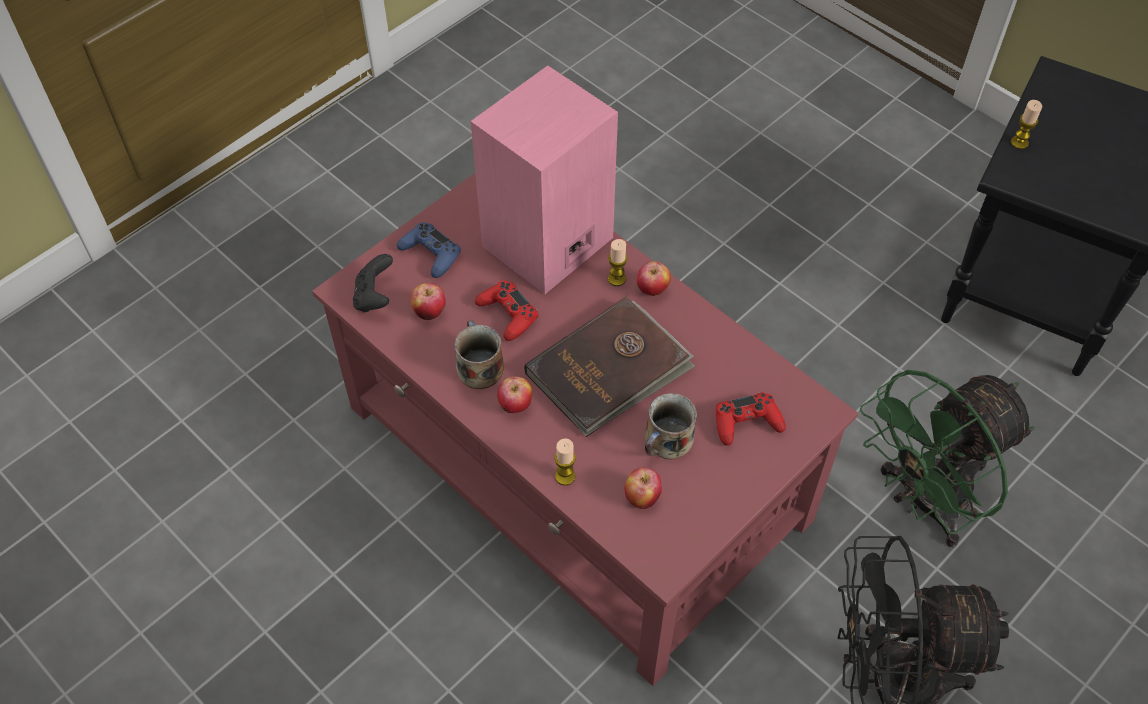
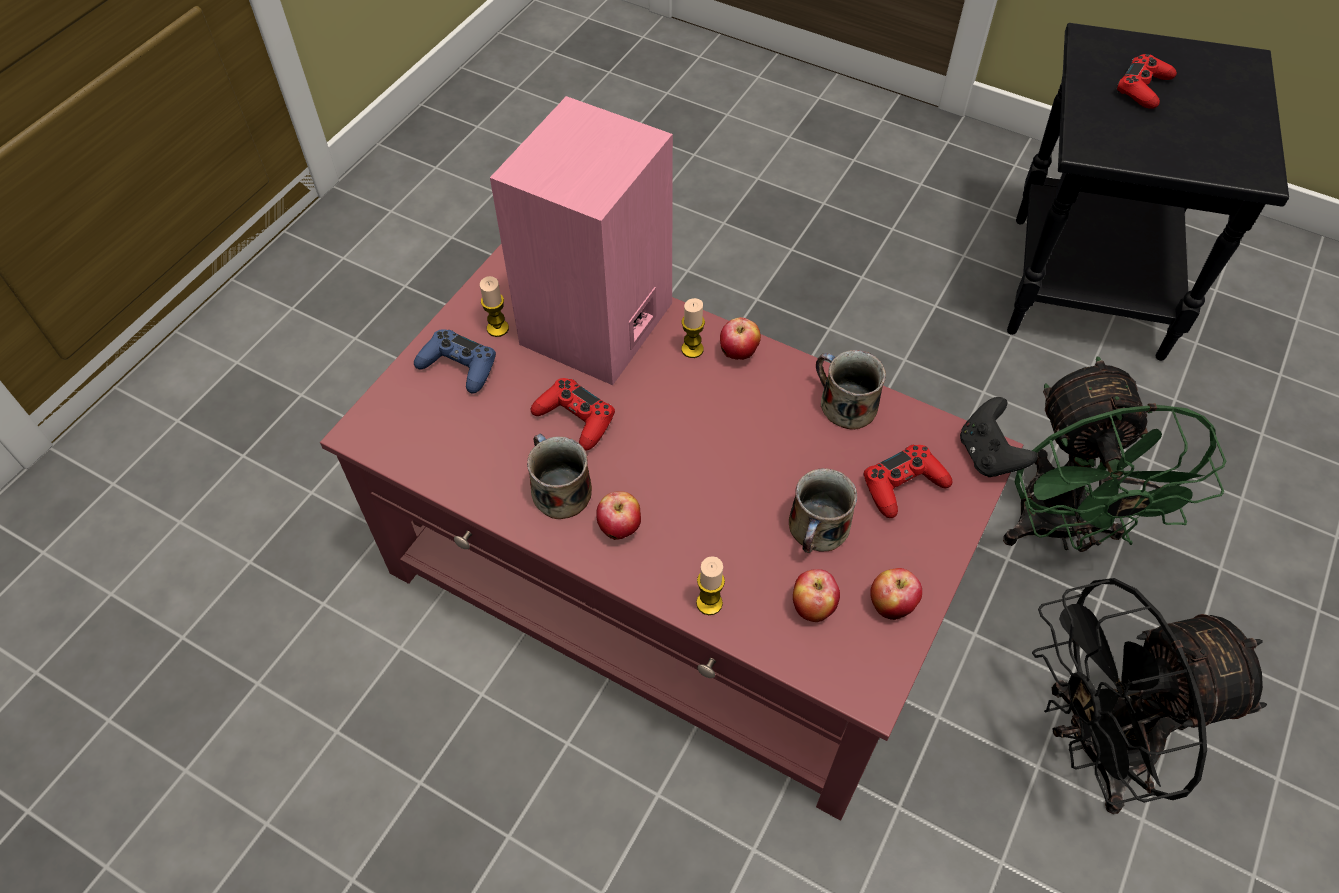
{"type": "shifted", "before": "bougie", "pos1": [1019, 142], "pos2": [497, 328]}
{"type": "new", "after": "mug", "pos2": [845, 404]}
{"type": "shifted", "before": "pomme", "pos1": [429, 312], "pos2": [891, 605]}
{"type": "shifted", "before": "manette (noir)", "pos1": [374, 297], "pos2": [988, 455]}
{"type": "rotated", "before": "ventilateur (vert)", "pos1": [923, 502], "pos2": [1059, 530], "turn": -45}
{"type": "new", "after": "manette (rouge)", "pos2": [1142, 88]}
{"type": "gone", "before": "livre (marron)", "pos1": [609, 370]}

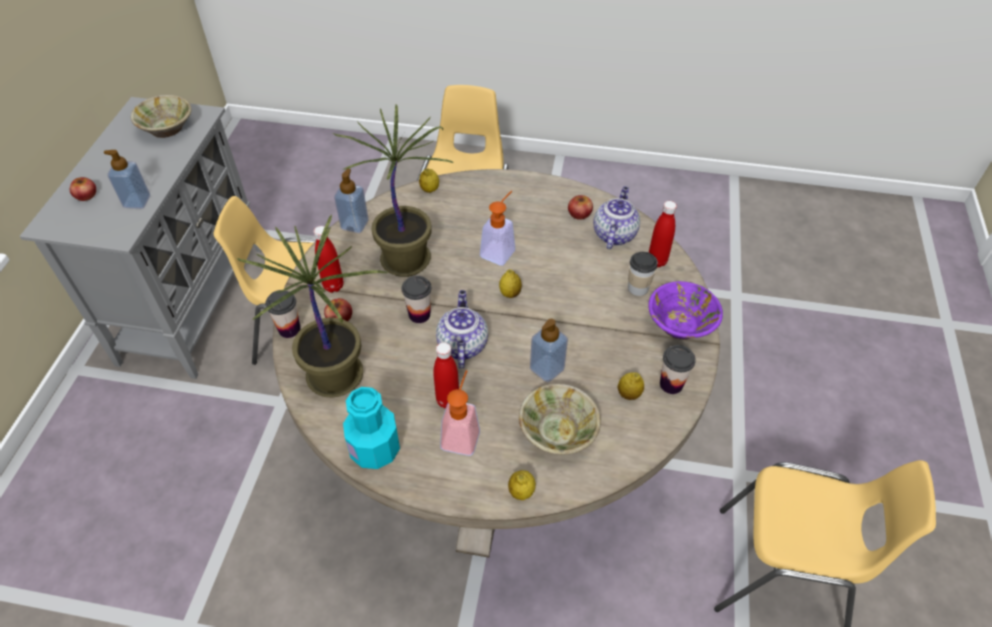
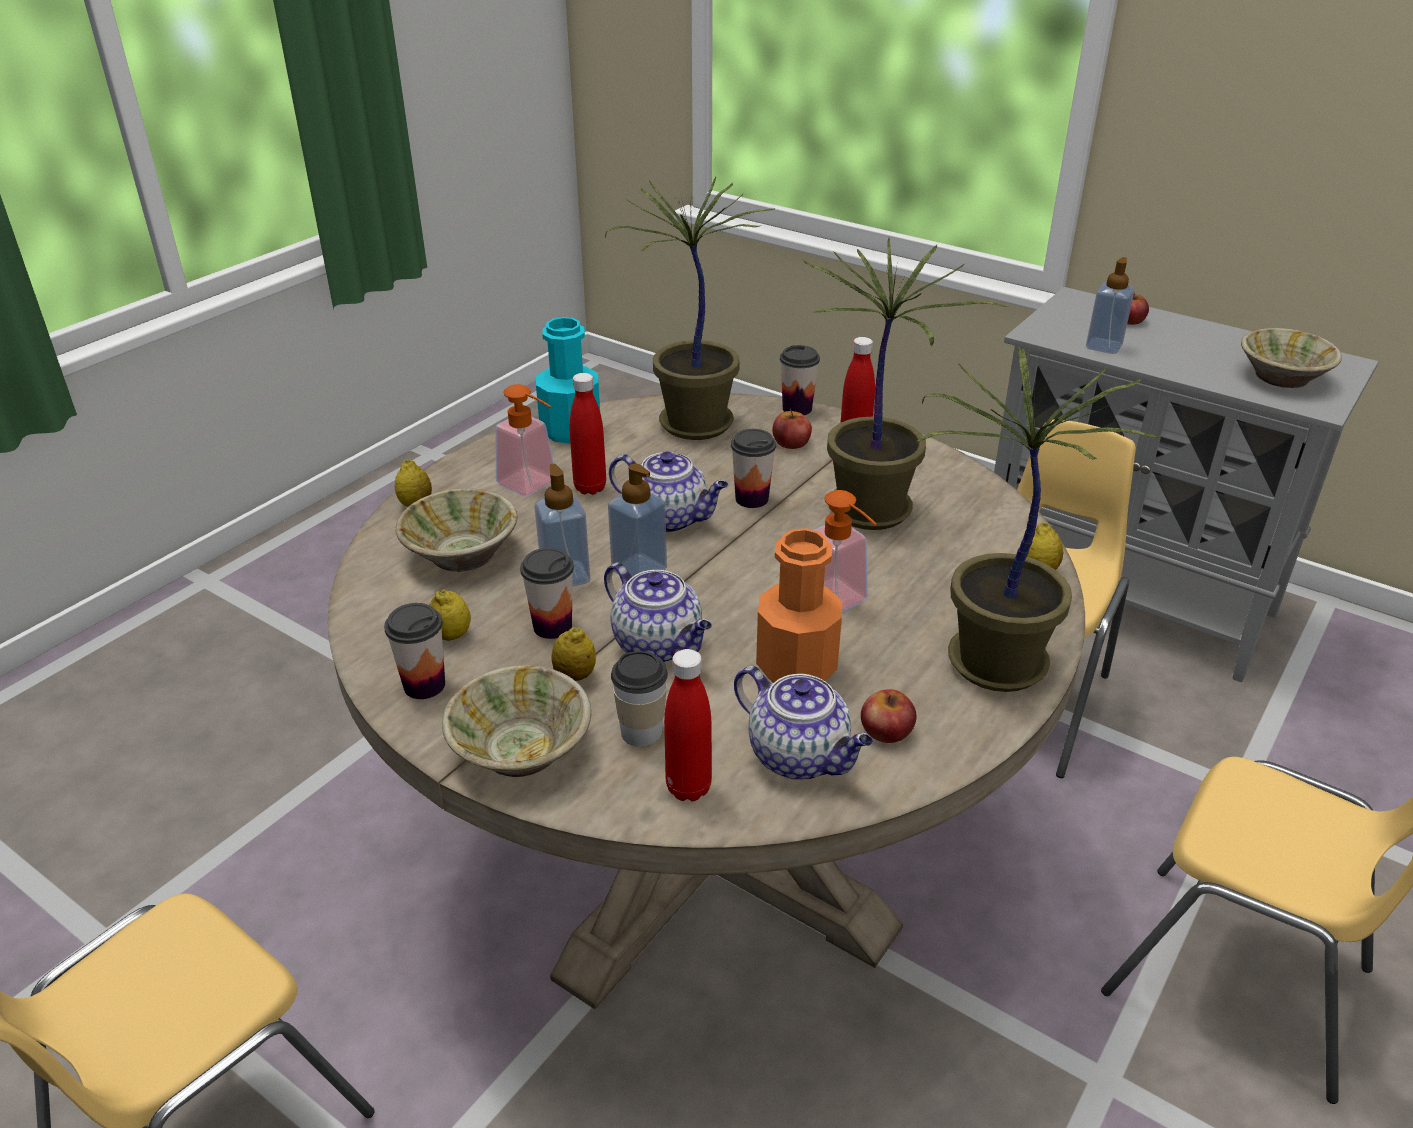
{"type": "repainted", "before": "bol (violet)", "after": "bol (beige)", "pos1": [681, 324], "pos2": [521, 751]}
{"type": "new", "after": "tasse", "pos2": [552, 626]}
{"type": "shifted", "before": "citron", "pos1": [510, 293], "pos2": [575, 675]}
{"type": "new", "after": "théière", "pos2": [659, 645]}
{"type": "shifted", "before": "distributeur de savon", "pos1": [354, 224], "pos2": [639, 570]}
{"type": "new", "after": "bouteille (orange)", "pos2": [796, 666]}
{"type": "new", "after": "plante en pot", "pos2": [992, 663]}

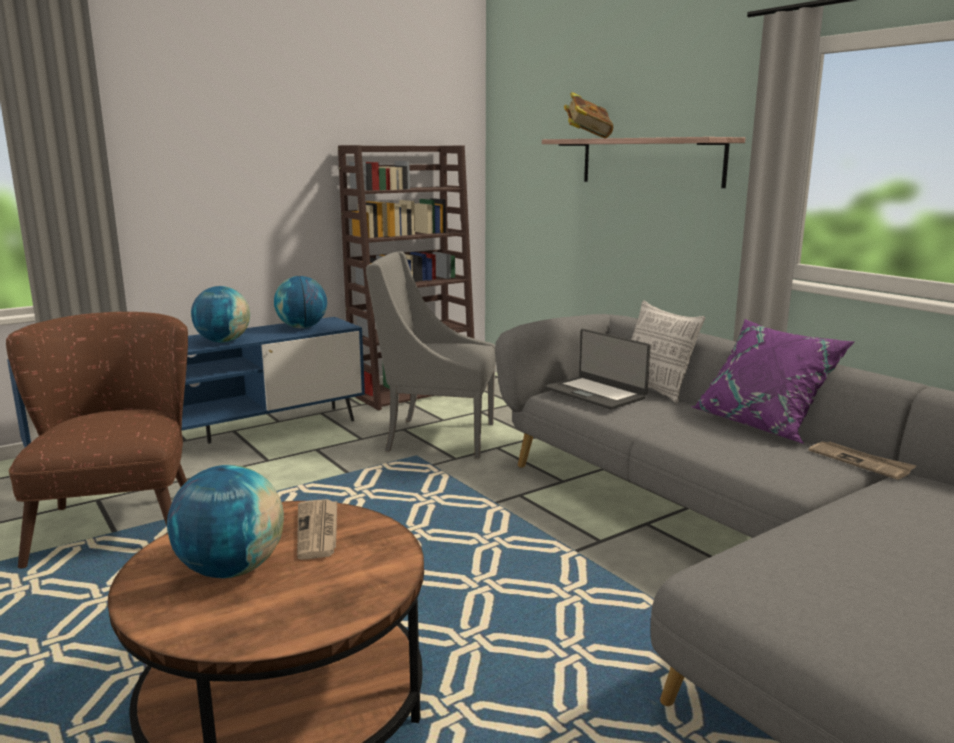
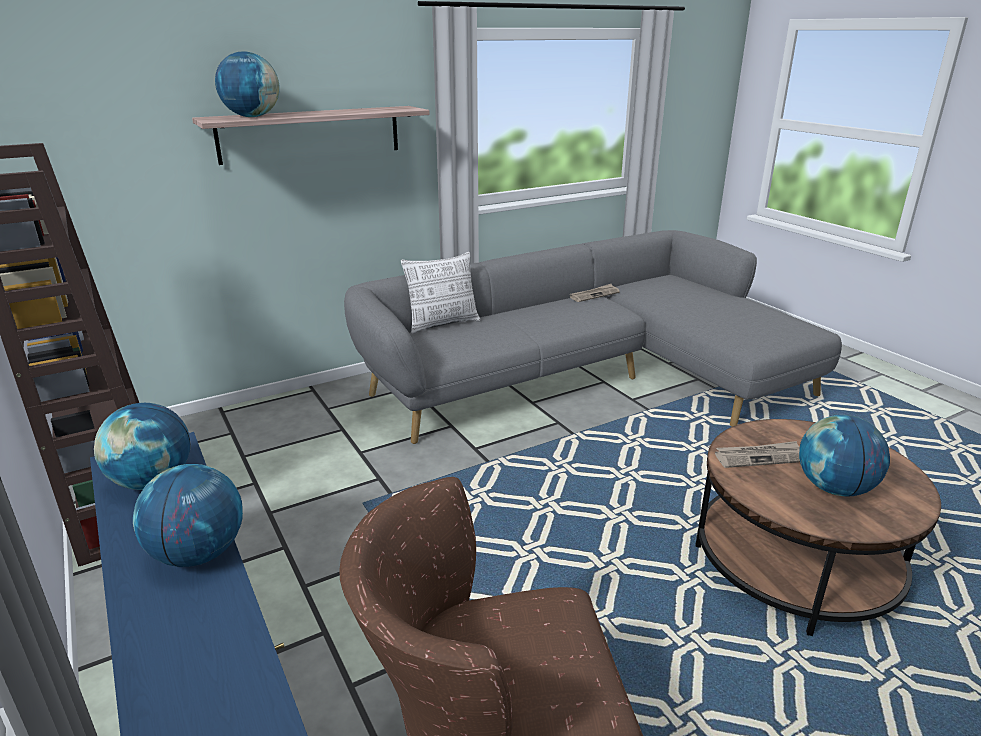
{"type": "swapped", "before": "livre", "after": "globe", "pos1": [587, 138], "pos2": [252, 117]}
{"type": "gone", "before": "fauteuil (gris)", "pos1": [436, 437]}
{"type": "gone", "before": "ordinateur portable", "pos1": [596, 393]}
{"type": "gone", "before": "coussin (violet)", "pos1": [763, 424]}

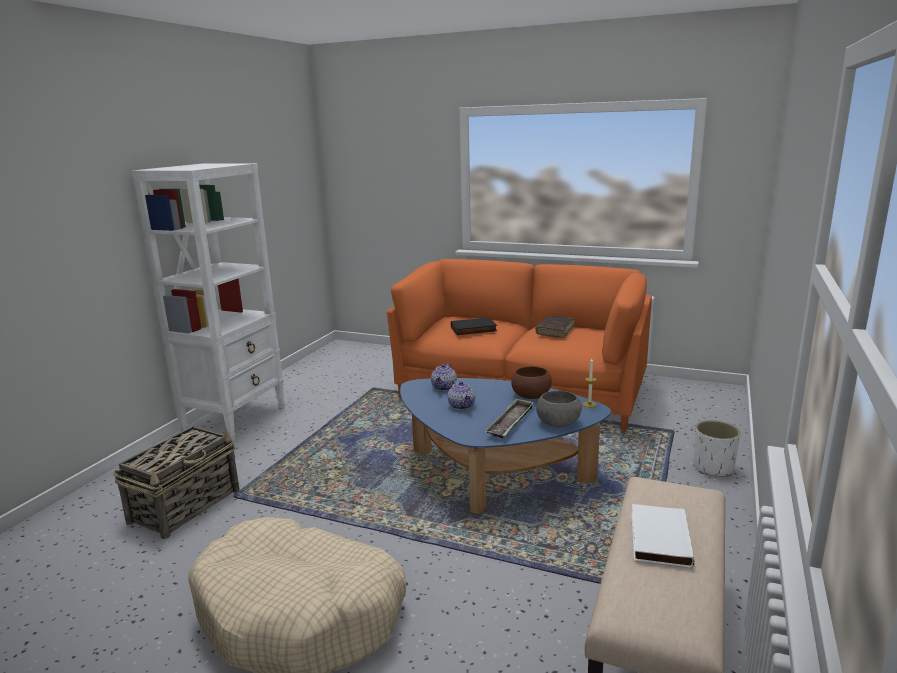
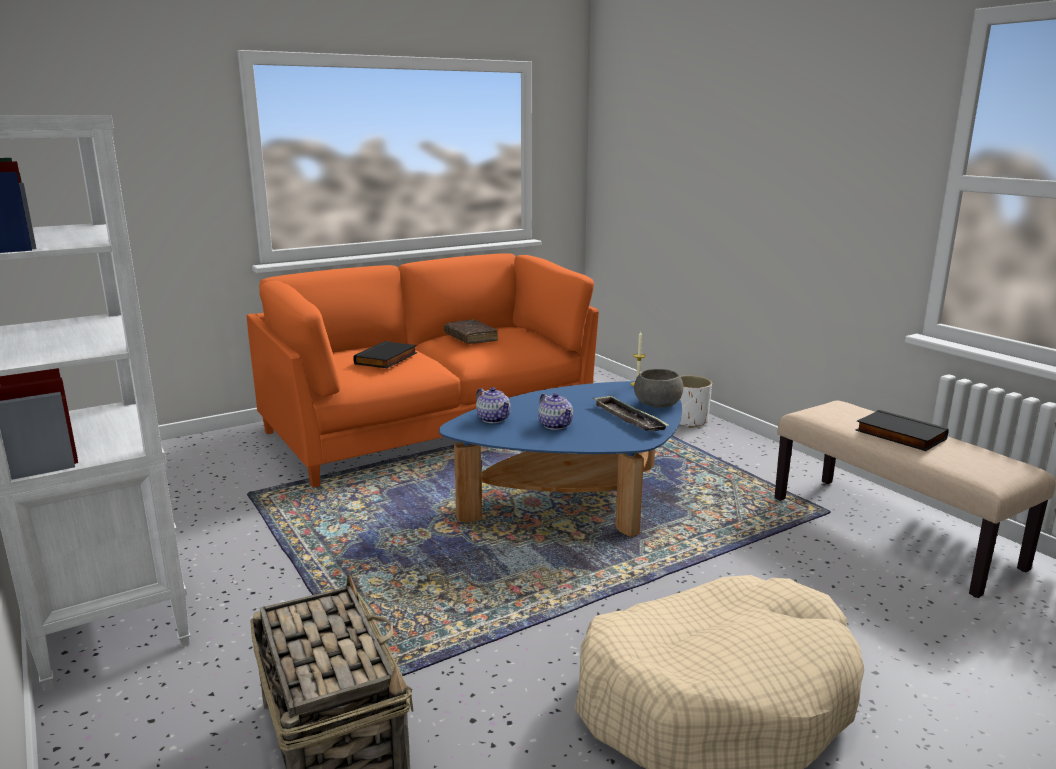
{"type": "rotated", "before": "théière", "pos1": [461, 406], "pos2": [555, 425], "turn": 45}
{"type": "repainted", "before": "livre (blanc)", "after": "livre (noir)", "pos1": [657, 539], "pos2": [899, 435]}
{"type": "gone", "before": "bol (marron)", "pos1": [531, 395]}

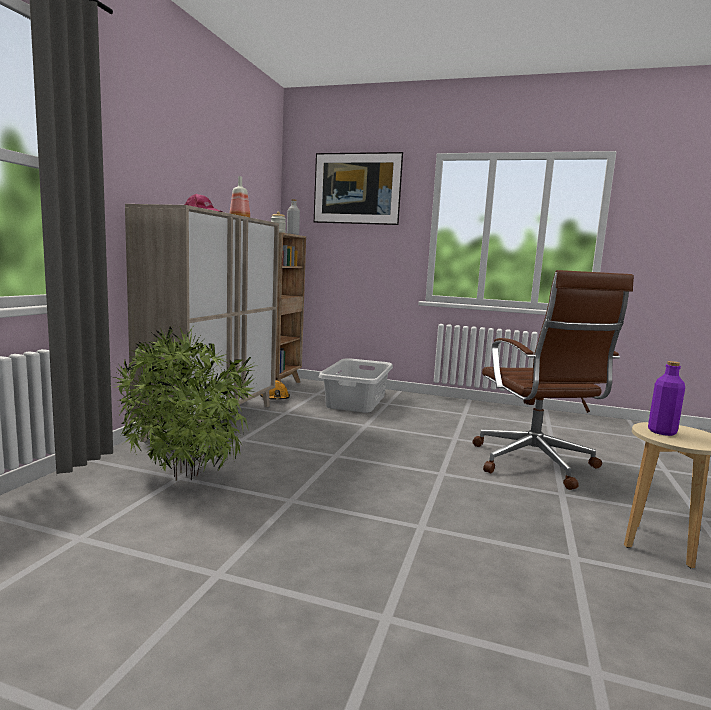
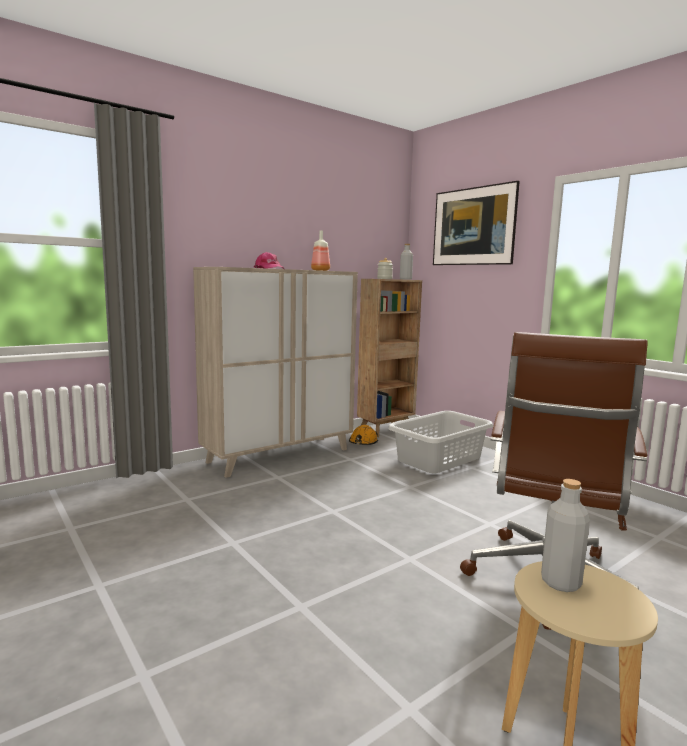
{"type": "repainted", "before": "bouteille (violet)", "after": "bouteille (gris)", "pos1": [662, 432], "pos2": [560, 582]}
{"type": "gone", "before": "plante en pot", "pos1": [184, 477]}

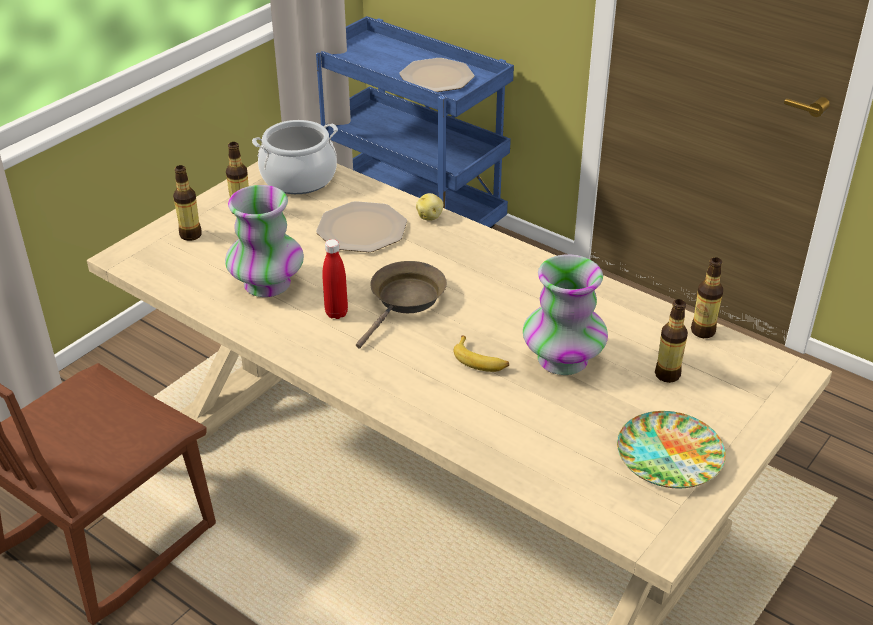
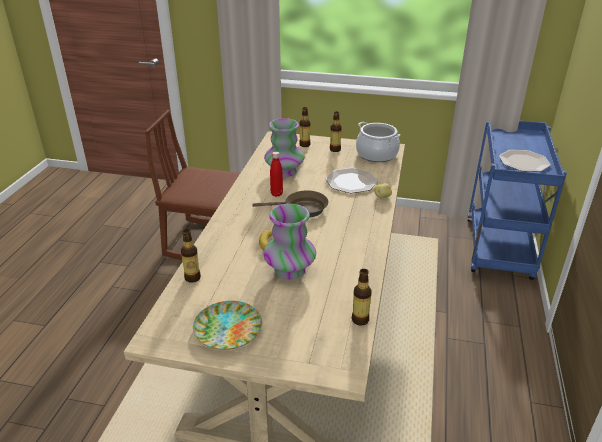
{"type": "shifted", "before": "bouteille", "pos1": [667, 374], "pos2": [192, 278]}

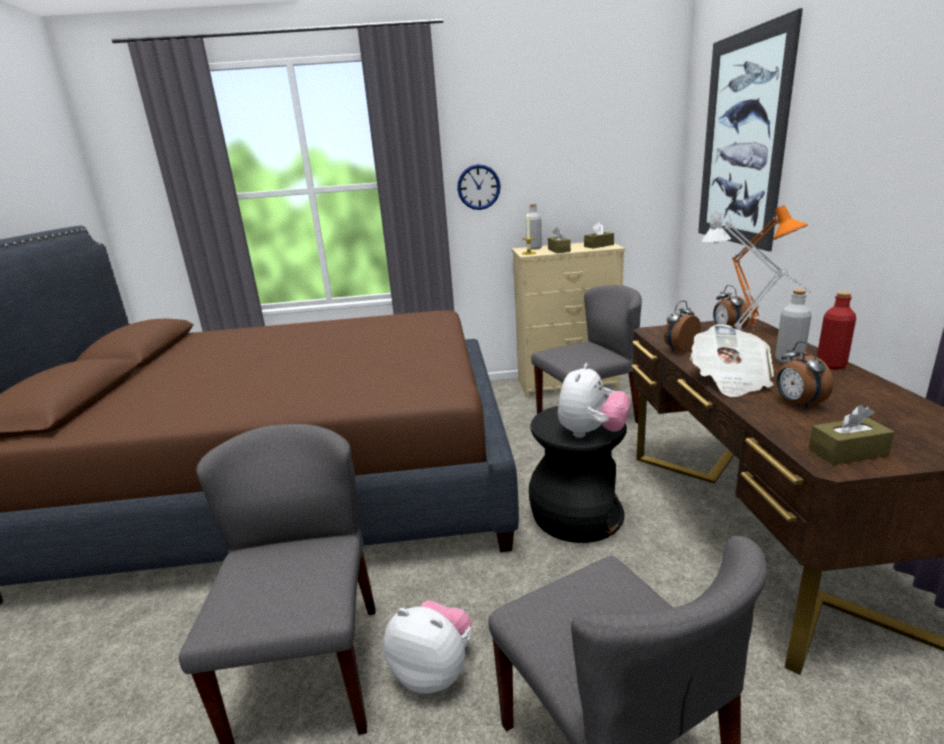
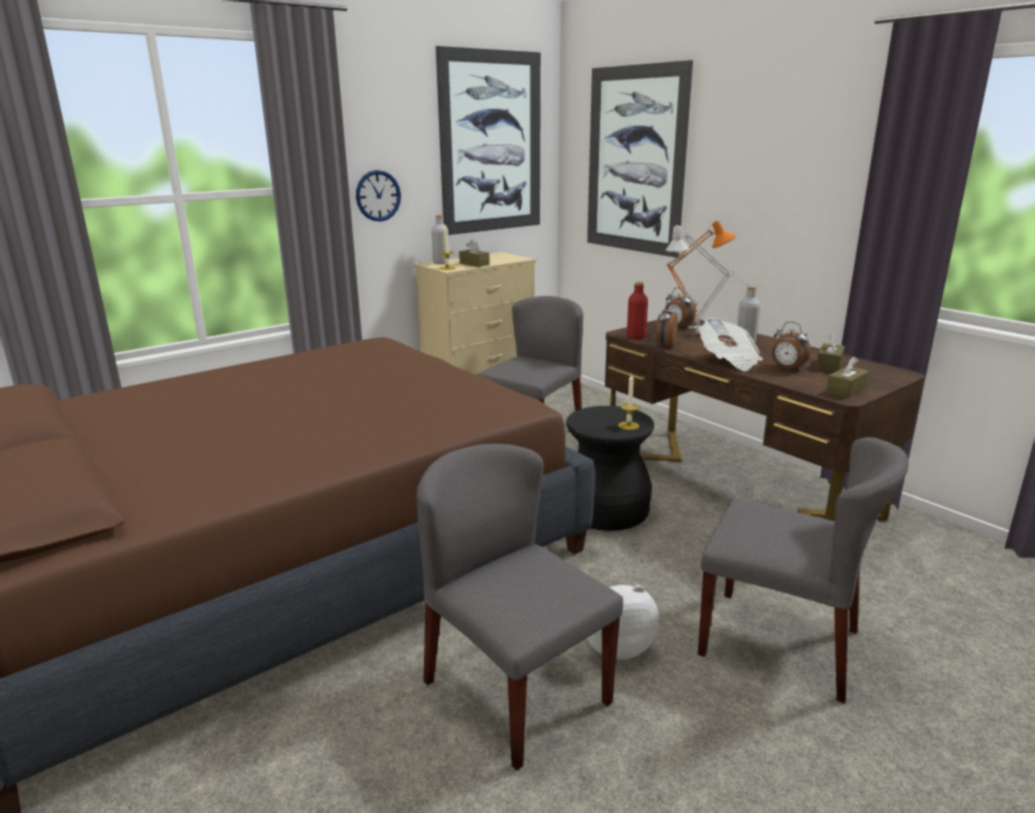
{"type": "new", "after": "tableau", "pos2": [491, 143]}
{"type": "swapped", "before": "peluche", "after": "bougie", "pos1": [591, 433], "pos2": [628, 425]}
{"type": "shifted", "before": "bouteille (rouge)", "pos1": [831, 365], "pos2": [636, 336]}
{"type": "shifted", "before": "boîte à mouchoirs (marron)", "pos1": [598, 246], "pos2": [829, 365]}

